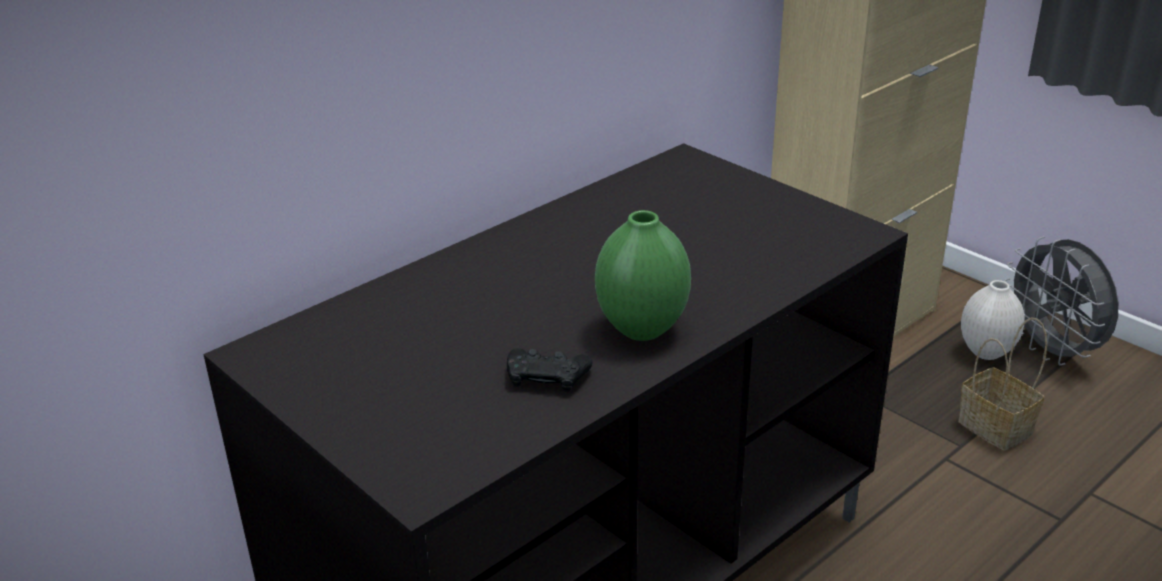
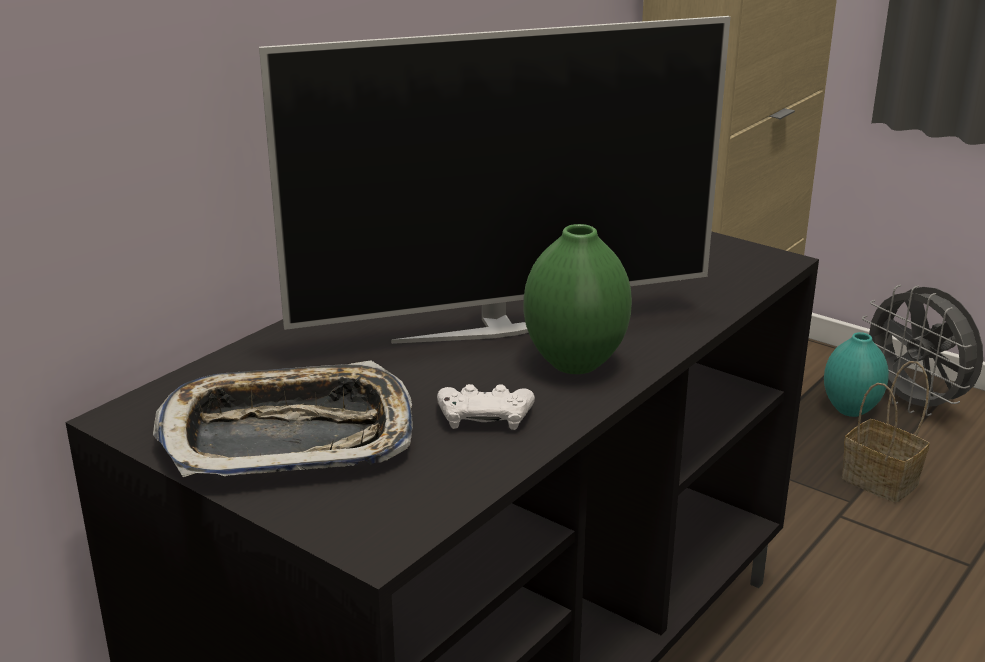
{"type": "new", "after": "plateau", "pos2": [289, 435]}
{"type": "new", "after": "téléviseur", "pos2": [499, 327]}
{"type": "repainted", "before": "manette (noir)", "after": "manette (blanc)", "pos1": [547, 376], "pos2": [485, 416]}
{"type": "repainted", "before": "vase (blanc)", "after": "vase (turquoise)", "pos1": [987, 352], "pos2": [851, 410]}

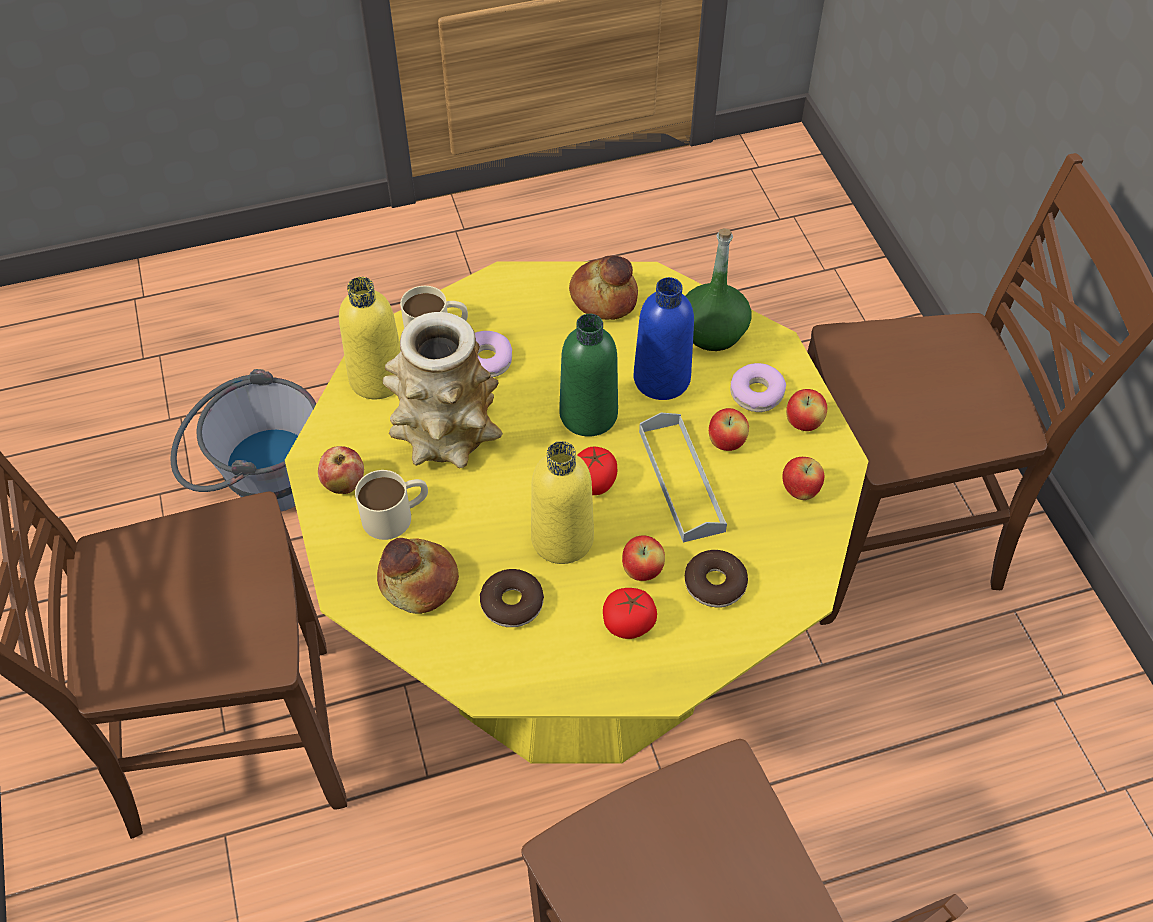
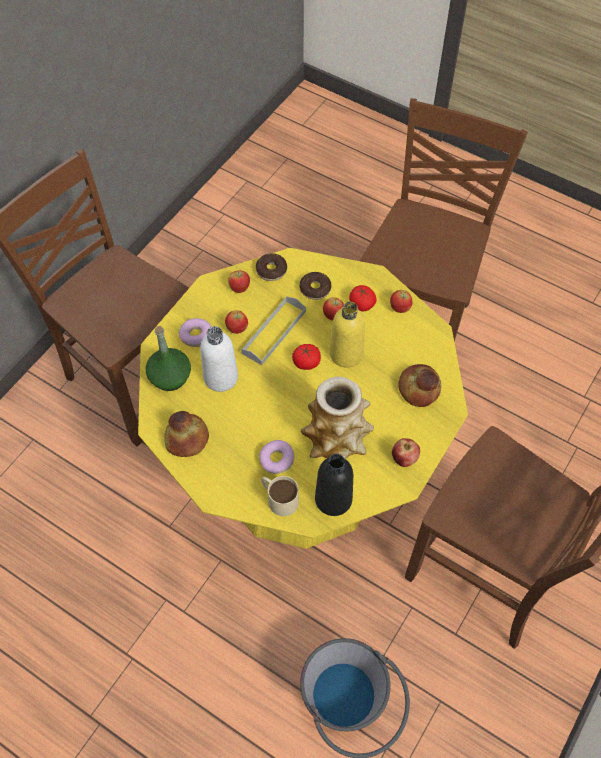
{"type": "repainted", "before": "bouteille (bleu)", "after": "bouteille (blanc)", "pos1": [661, 379], "pos2": [221, 377]}
{"type": "shifted", "before": "beignet", "pos1": [512, 603], "pos2": [271, 270]}
{"type": "repainted", "before": "bouteille (jaune)", "after": "bouteille (noir)", "pos1": [377, 378], "pos2": [333, 499]}
{"type": "shifted", "before": "pomme", "pos1": [803, 423], "pos2": [399, 308]}
{"type": "gone", "before": "mug (beige)", "pos1": [396, 514]}
{"type": "gone", "before": "bouteille (vert)", "pos1": [588, 414]}

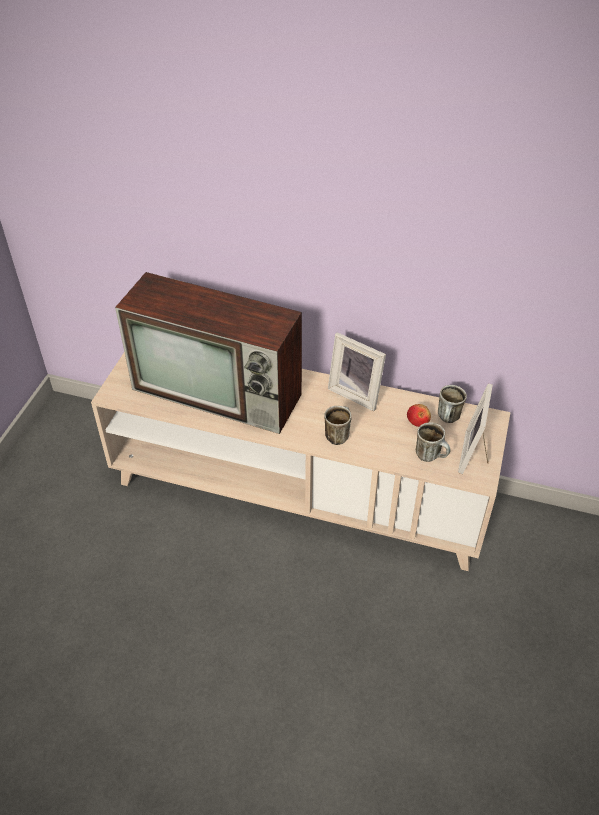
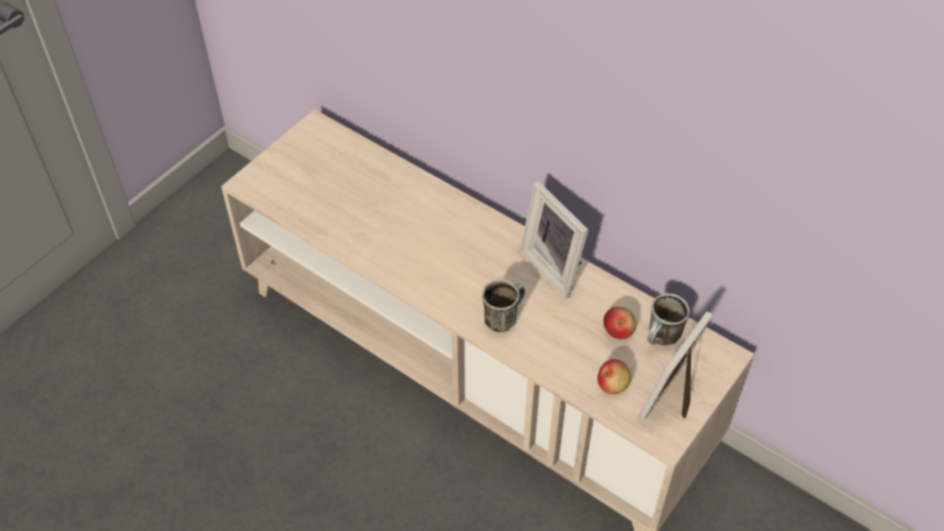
{"type": "swapped", "before": "mug", "after": "pomme", "pos1": [431, 456], "pos2": [613, 384]}
{"type": "gone", "before": "téléviseur", "pos1": [220, 392]}

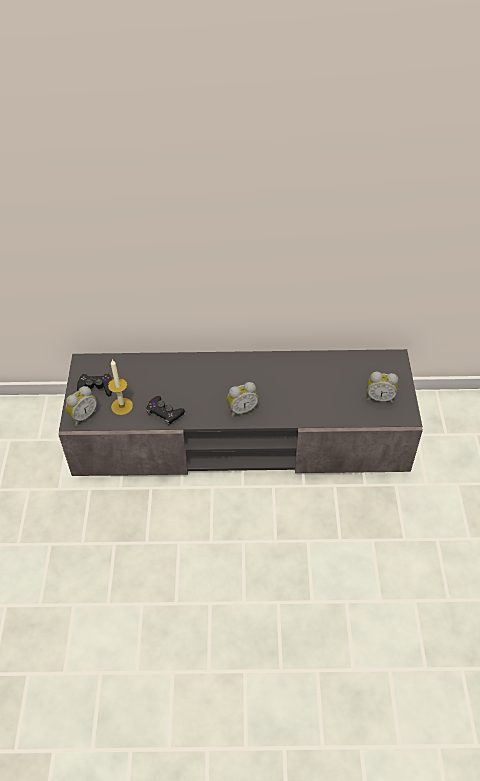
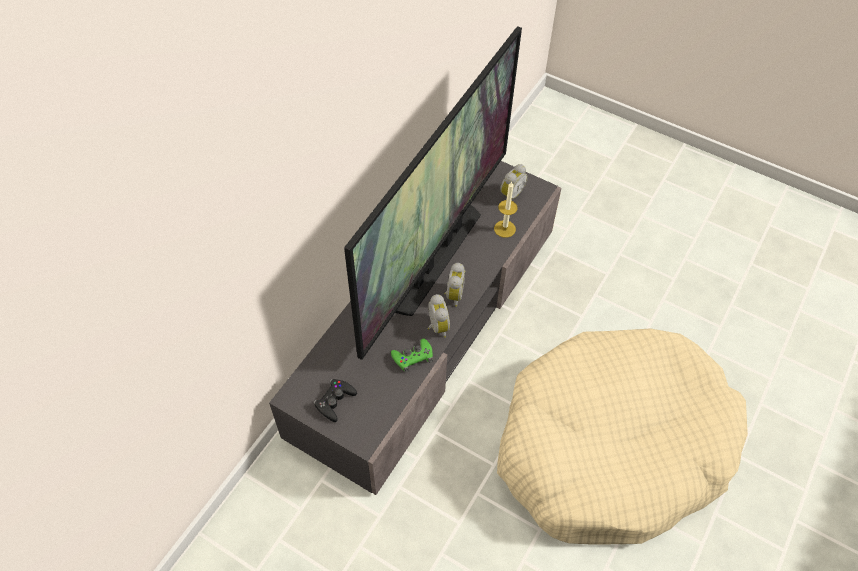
{"type": "new", "after": "téléviseur", "pos2": [434, 257]}
{"type": "repainted", "before": "manette (noir)", "after": "manette (vert)", "pos1": [164, 413], "pos2": [413, 357]}
{"type": "shifted", "before": "réveil", "pos1": [83, 416], "pos2": [436, 327]}
{"type": "shifted", "before": "bougie", "pos1": [122, 406], "pos2": [504, 229]}
{"type": "new", "after": "panier pour chien (beige)", "pos2": [611, 446]}

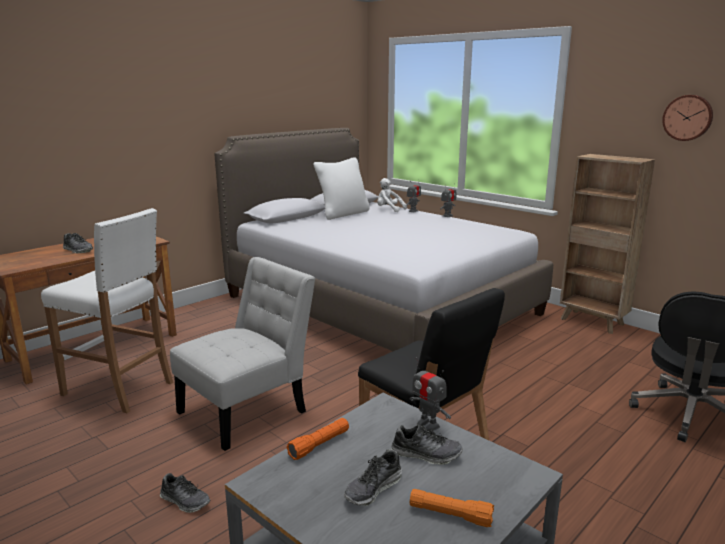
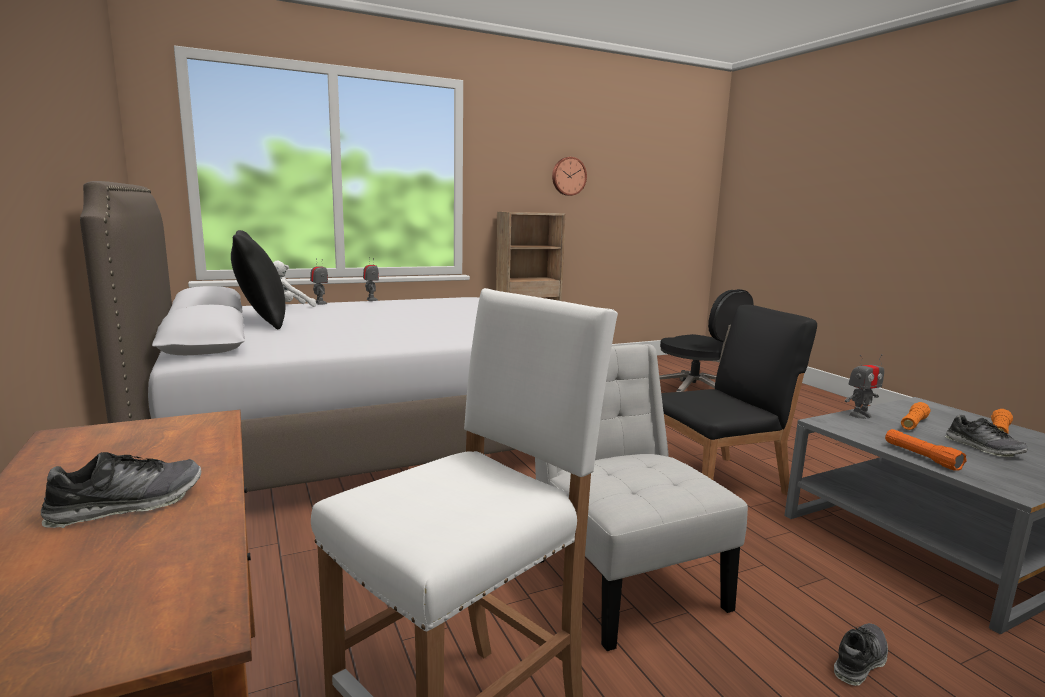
{"type": "repainted", "before": "coussin (blanc)", "after": "coussin (noir)", "pos1": [343, 214], "pos2": [261, 321]}
{"type": "swapped", "before": "chaussure", "after": "lampe de poche (orange)", "pos1": [426, 454], "pos2": [913, 424]}

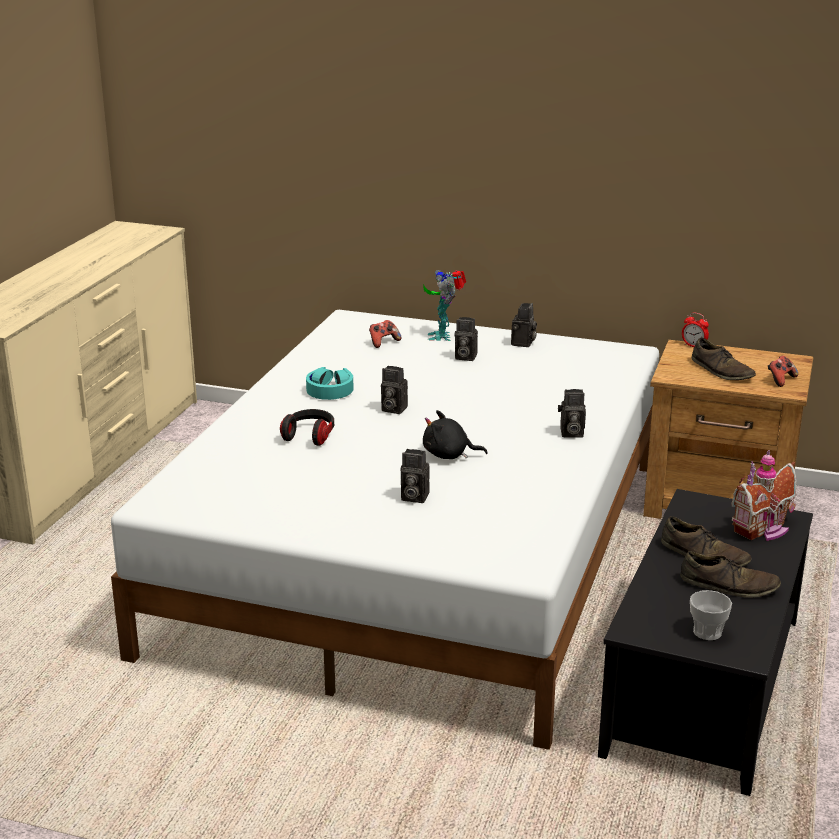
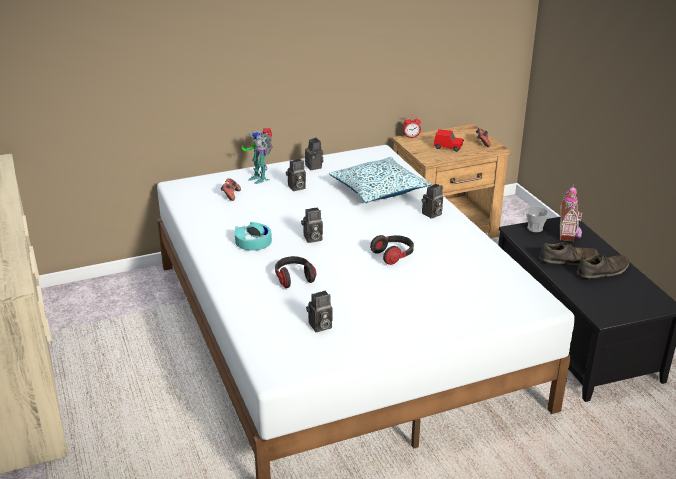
{"type": "shifted", "before": "appareil photo", "pos1": [413, 497], "pos2": [319, 326]}
{"type": "new", "after": "coussin", "pos2": [378, 190]}
{"type": "swapped", "before": "peluche (noir)", "after": "casque audio", "pos1": [449, 455], "pos2": [393, 255]}
{"type": "swapped", "before": "chaussure (marron)", "after": "petite voiture (rouge)", "pos1": [721, 371], "pos2": [448, 147]}
{"type": "shifted", "before": "tasse", "pos1": [707, 632], "pos2": [535, 228]}

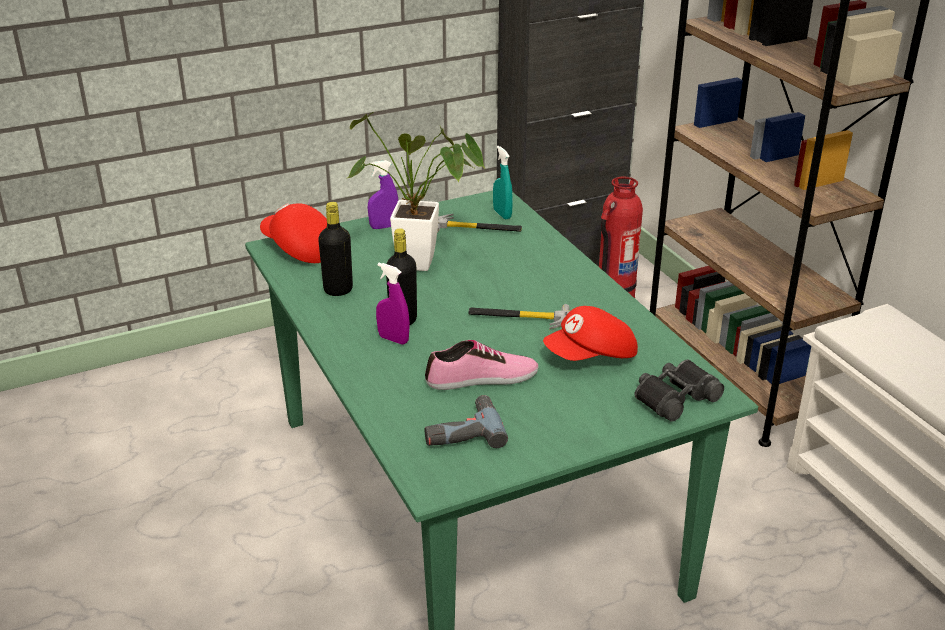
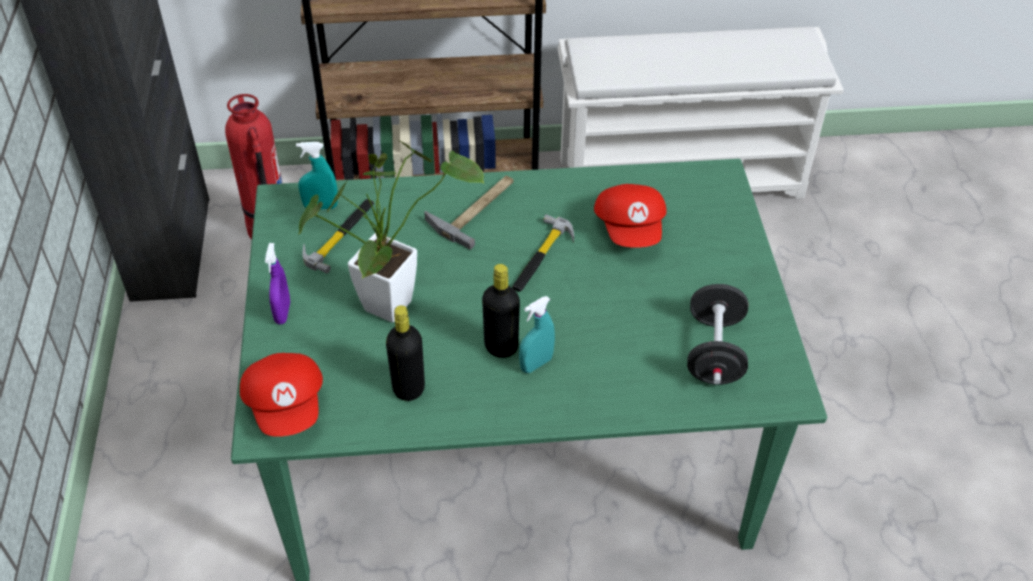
{"type": "rotated", "before": "casquette (rouge)", "pos1": [299, 249], "pos2": [287, 405], "turn": -75}
{"type": "new", "after": "marteau", "pos2": [476, 209]}
{"type": "repainted", "before": "vaporisateur (violet)", "after": "vaporisateur (turquoise)", "pos1": [393, 339], "pos2": [536, 364]}
{"type": "swapped", "before": "perceuse", "after": "haltère (noir)", "pos1": [462, 430], "pos2": [714, 352]}
{"type": "gone", "before": "chaussure", "pos1": [482, 379]}
{"type": "gone", "before": "jumelles (noir)", "pos1": [674, 397]}

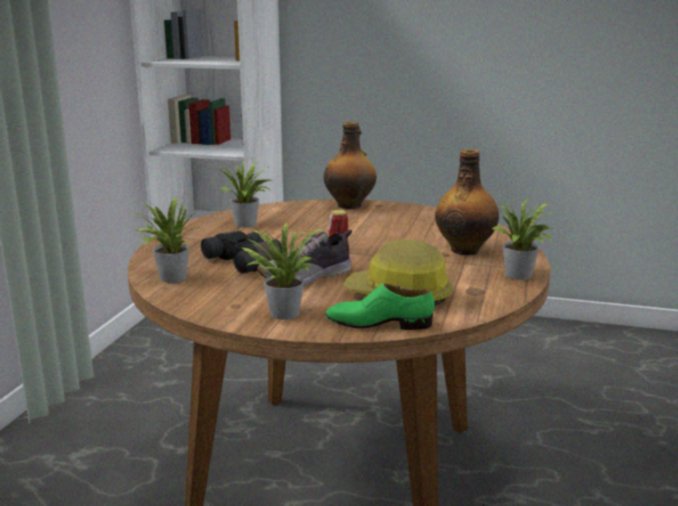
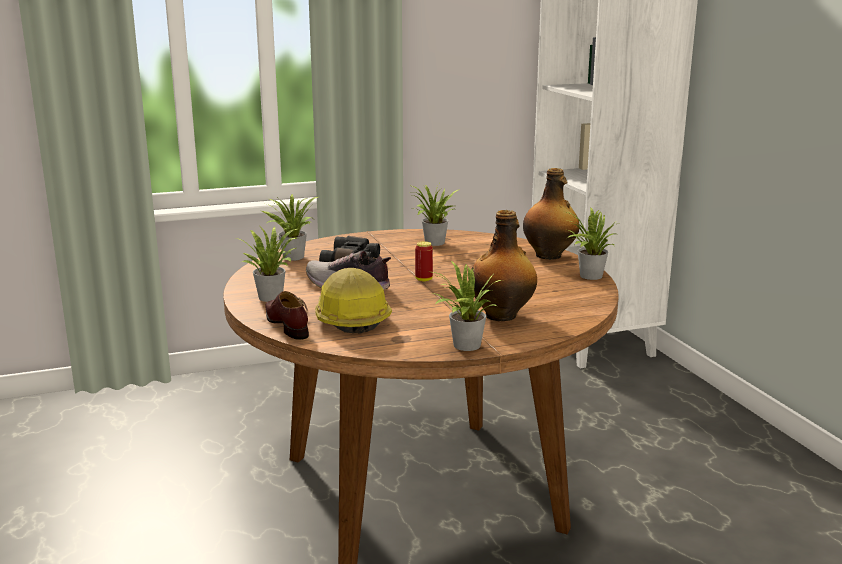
{"type": "repainted", "before": "chaussure (vert)", "after": "chaussure (marron)", "pos1": [379, 323], "pos2": [287, 325]}
{"type": "new", "after": "plante en pot", "pos2": [588, 276]}

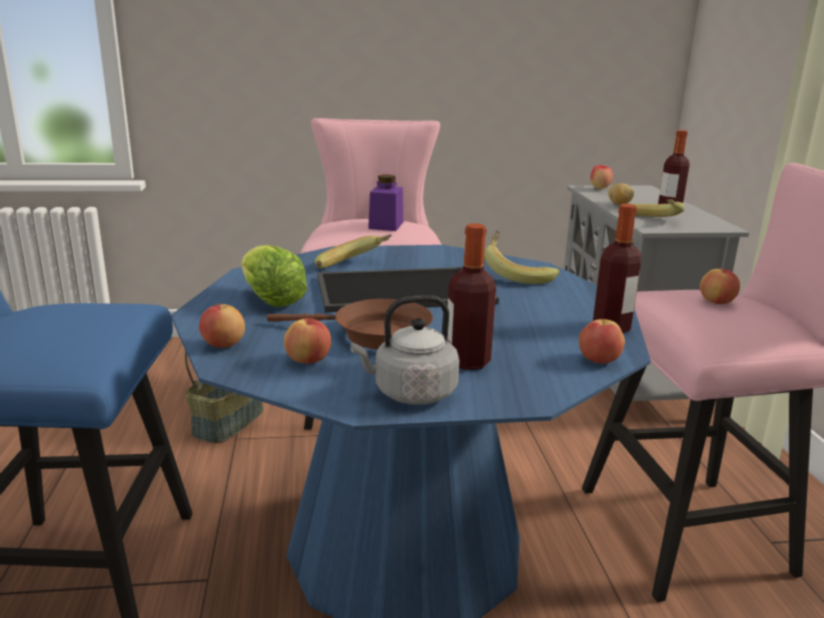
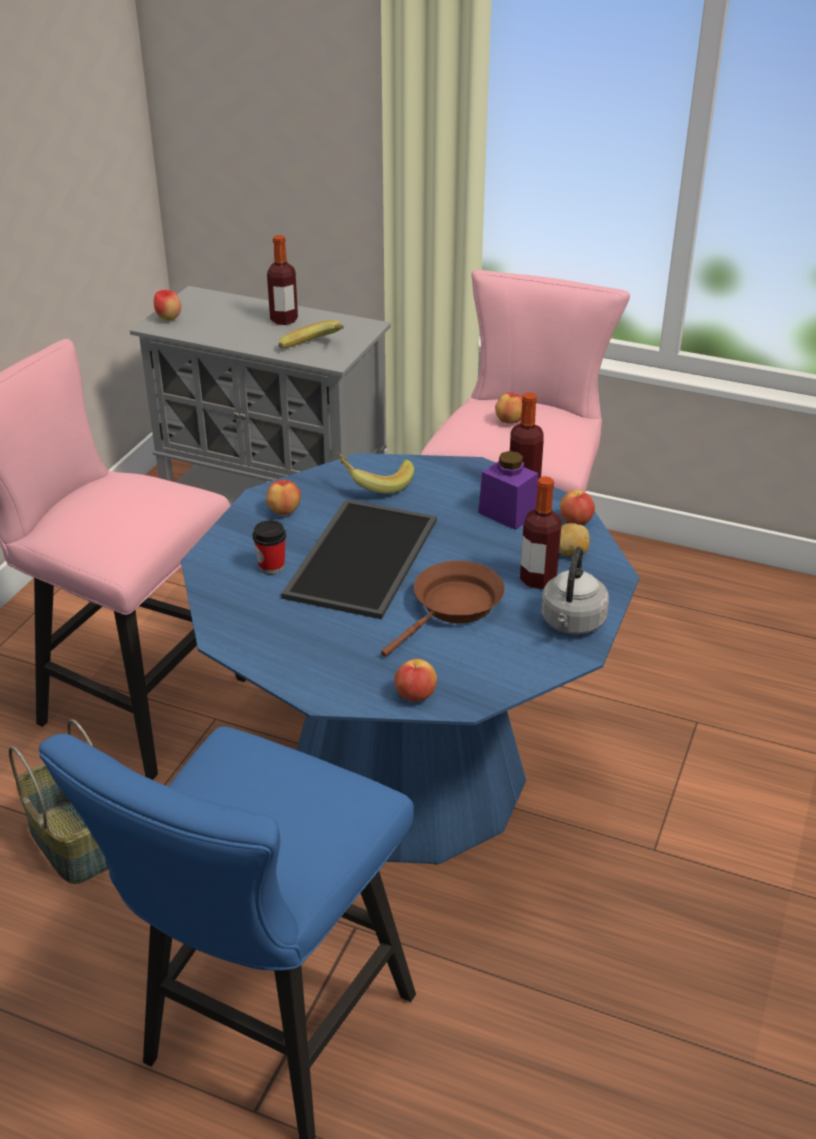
{"type": "swapped", "before": "banane", "after": "tasse", "pos1": [355, 268], "pos2": [271, 566]}
{"type": "shifted", "before": "pomme", "pos1": [308, 360], "pos2": [284, 511]}
{"type": "shifted", "before": "bocal (violet)", "pos1": [386, 225], "pos2": [507, 513]}
{"type": "shifted", "before": "pomme de terre", "pos1": [619, 204], "pos2": [570, 553]}
{"type": "gone", "before": "laitue", "pos1": [271, 300]}

